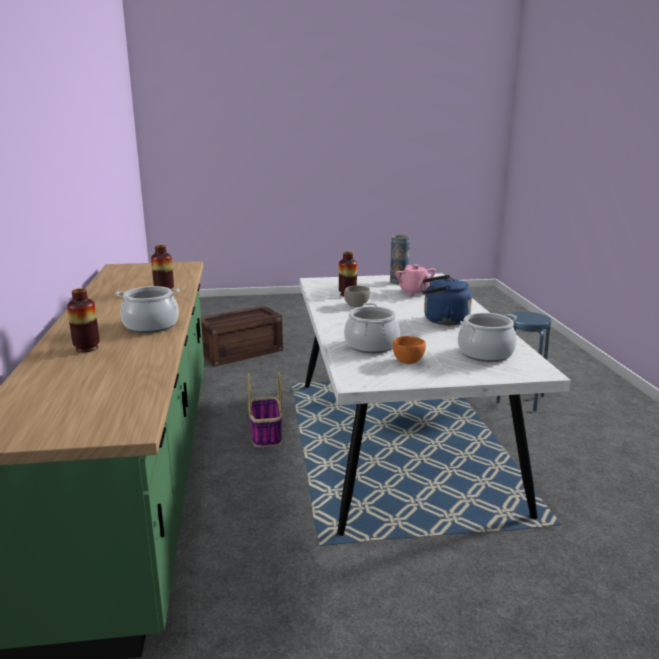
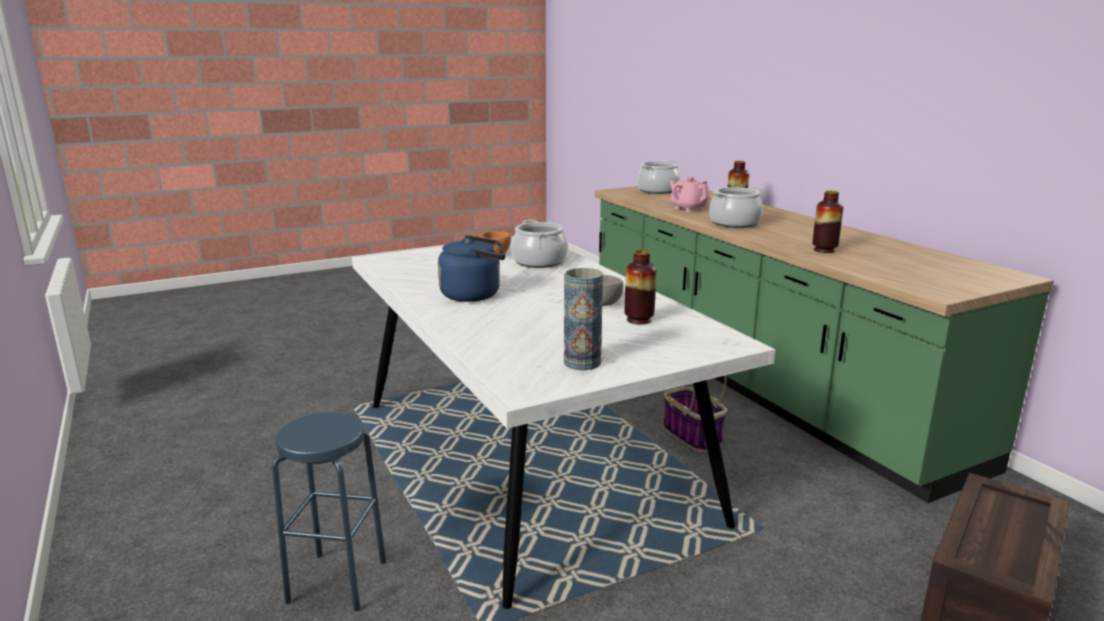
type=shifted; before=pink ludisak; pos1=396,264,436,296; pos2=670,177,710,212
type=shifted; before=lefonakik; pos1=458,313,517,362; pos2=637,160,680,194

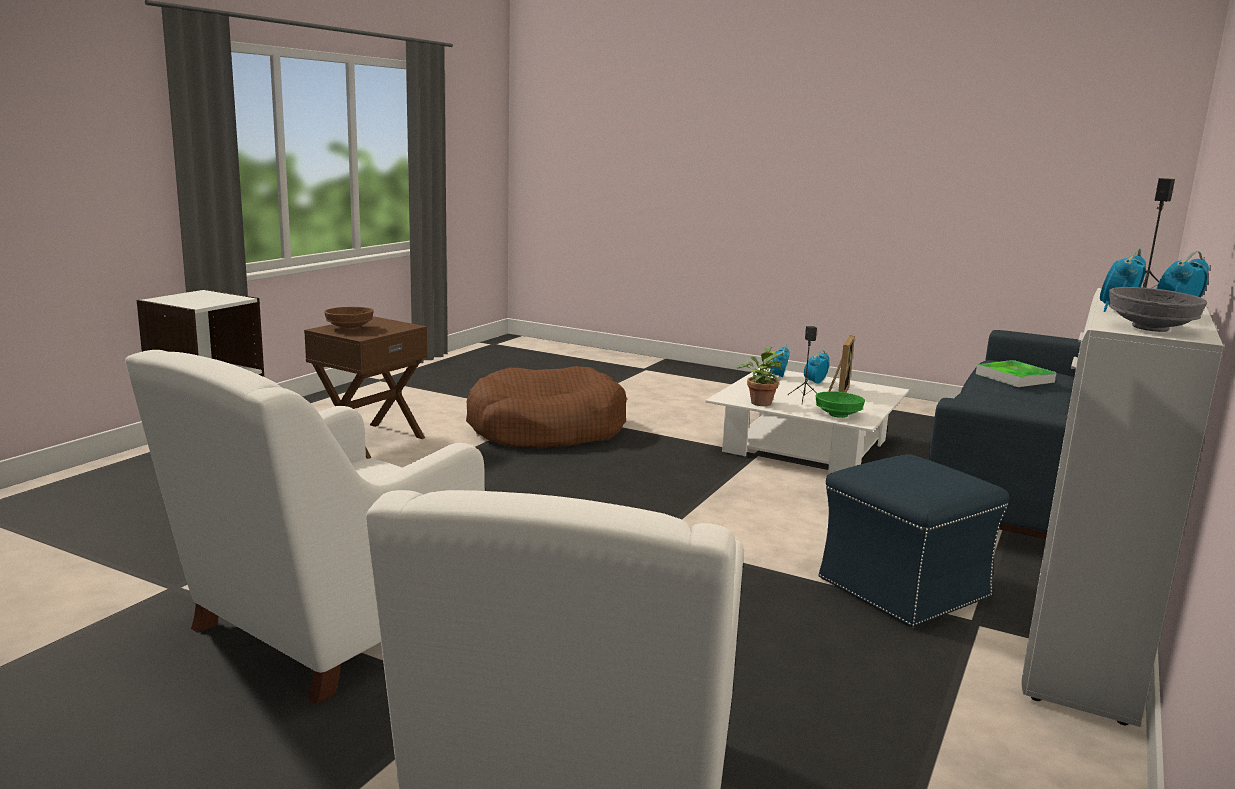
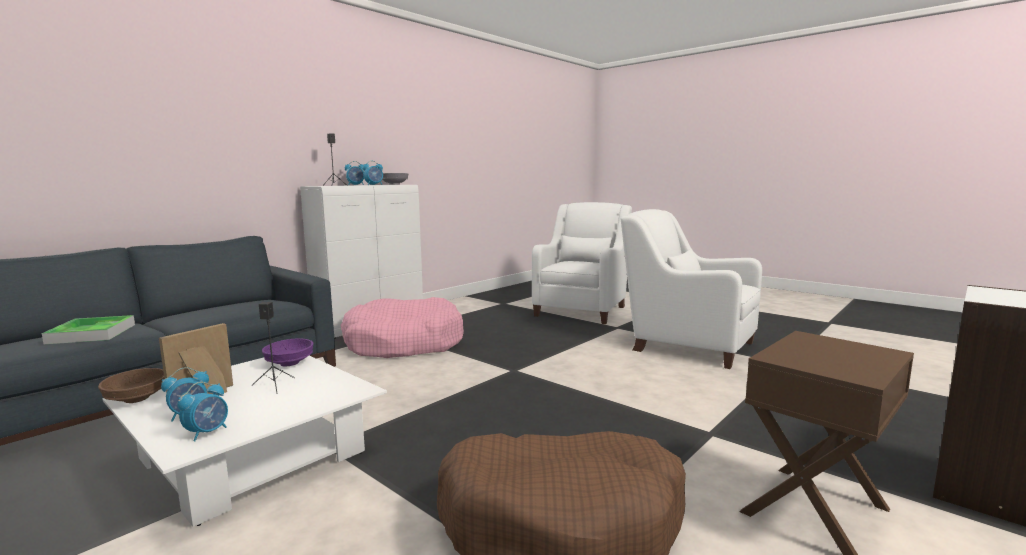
type=rotated; before=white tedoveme; pos1=125,350,485,704; pos2=621,209,762,369; turn=-105
type=shifted; before=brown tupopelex; pos1=324,307,374,330; pos2=98,368,164,403
type=gone; before=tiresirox; pos1=737,346,783,406
type=repainted; before=green tupopelex; after=purple tupopelex; pos1=815,391,865,418; pos2=262,339,313,366
type=swapped; before=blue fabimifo; after=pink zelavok; pos1=819,454,1009,628; pos2=341,297,464,358

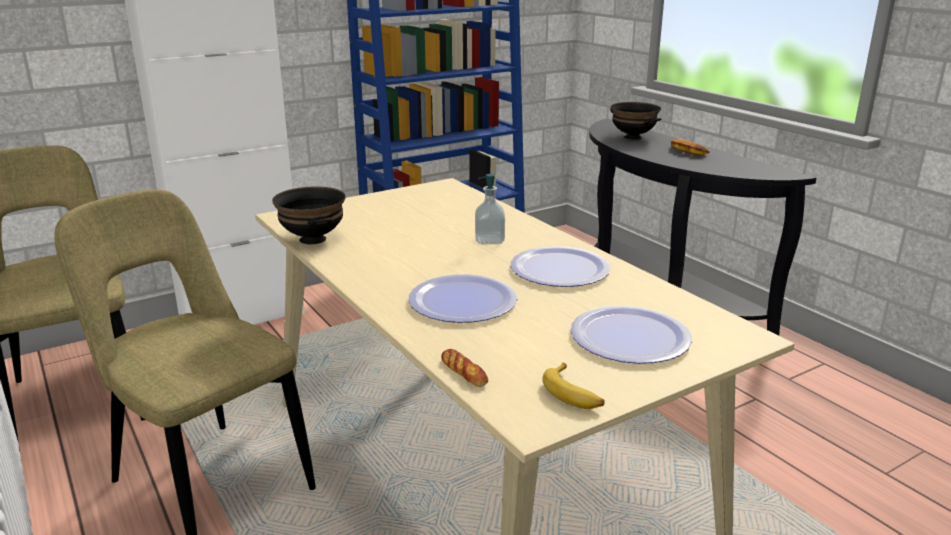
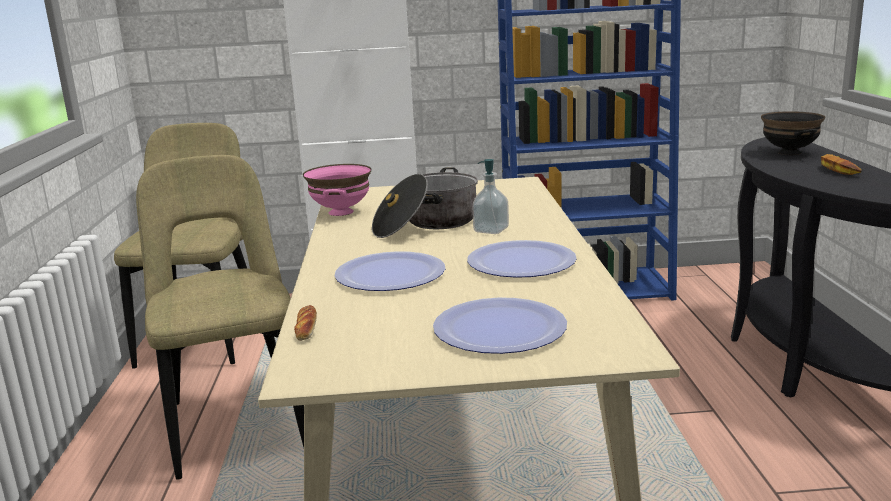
type=repainted; before=black tupopelex; after=pink tupopelex; pos1=272,186,346,244; pos2=303,164,371,216
type=gone; before=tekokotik; pos1=542,363,605,409
type=new; after=lefonakik; pos2=372,167,478,238

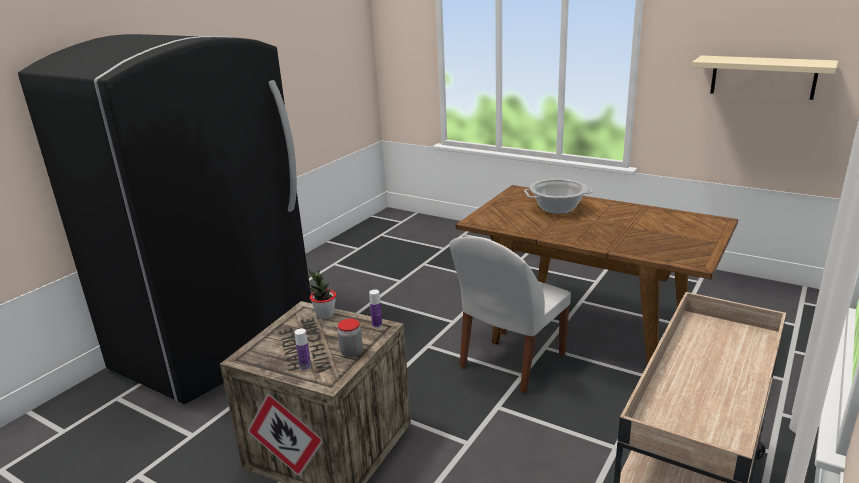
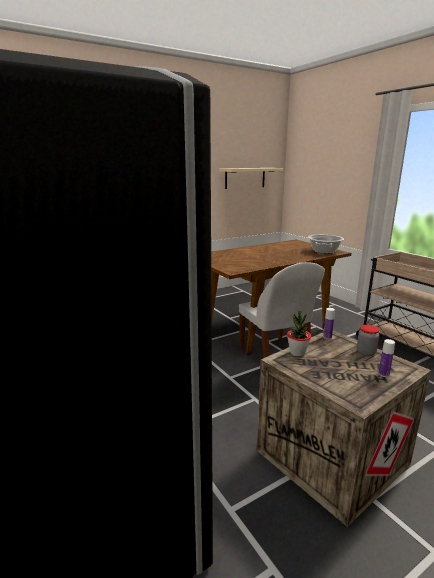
type=shifted; before=lefonakik; pos1=524,179,593,214; pos2=308,235,344,254

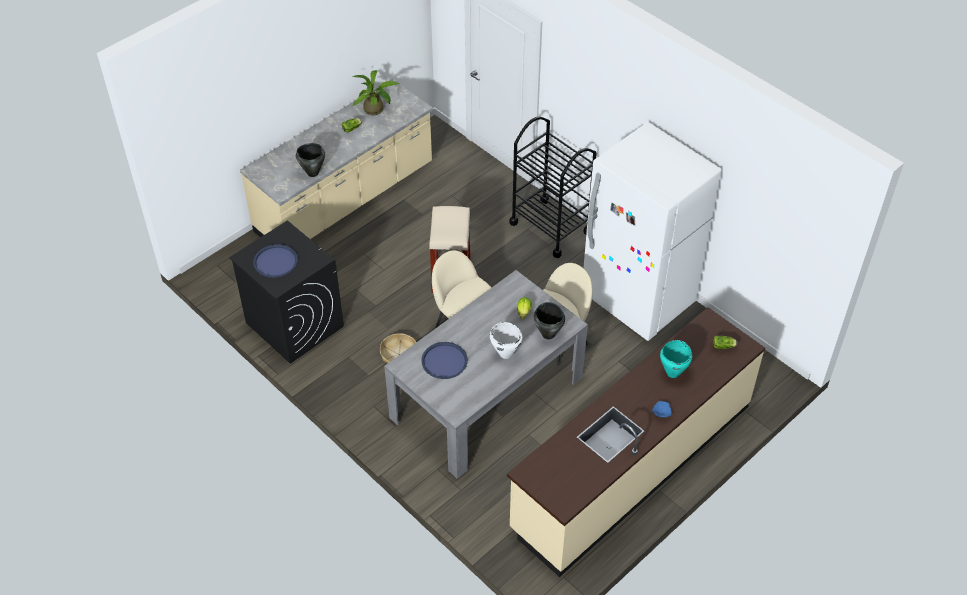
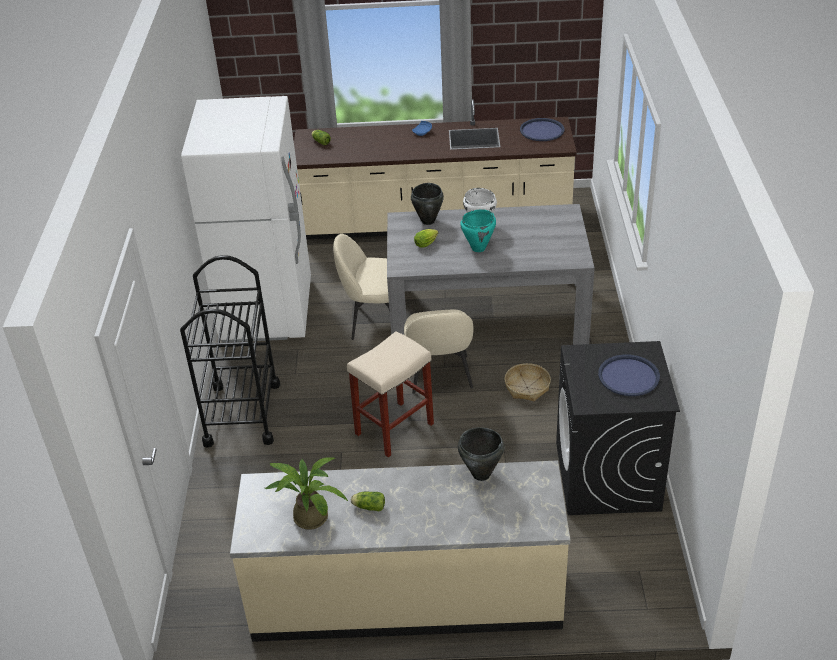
type=shifted; before=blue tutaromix; pos1=421,342,468,379; pos2=520,118,565,141
type=shifted; before=turquoise lefonakik; pos1=660,340,692,378; pos2=460,210,496,252

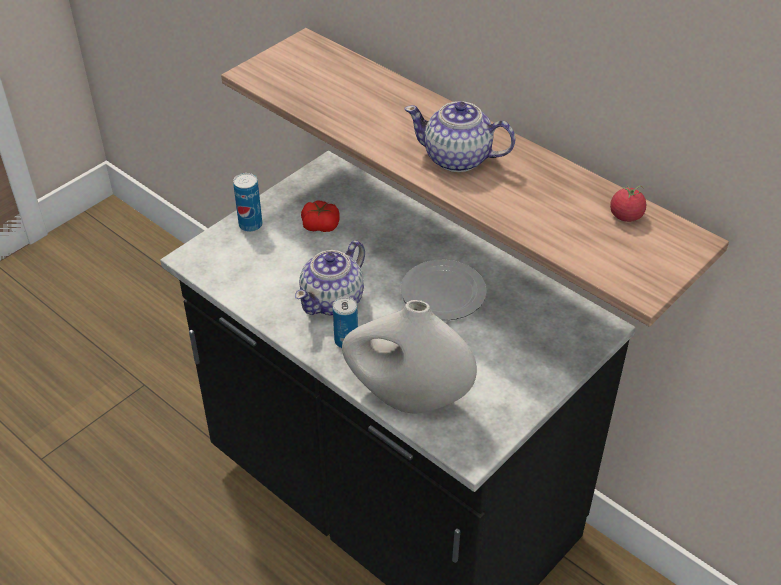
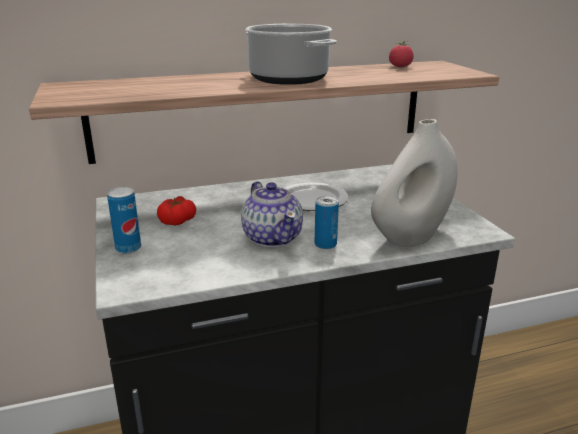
type=swapped; before=ludisak; after=lefonakik; pos1=404,101,516,172; pos2=245,24,337,85

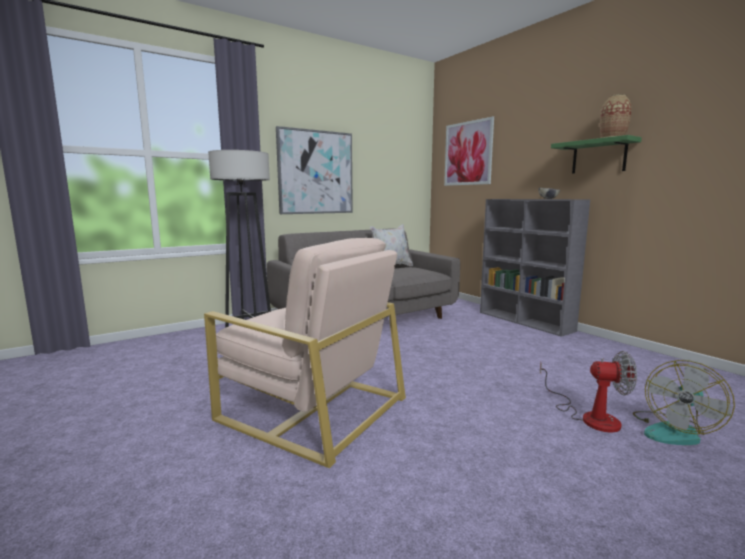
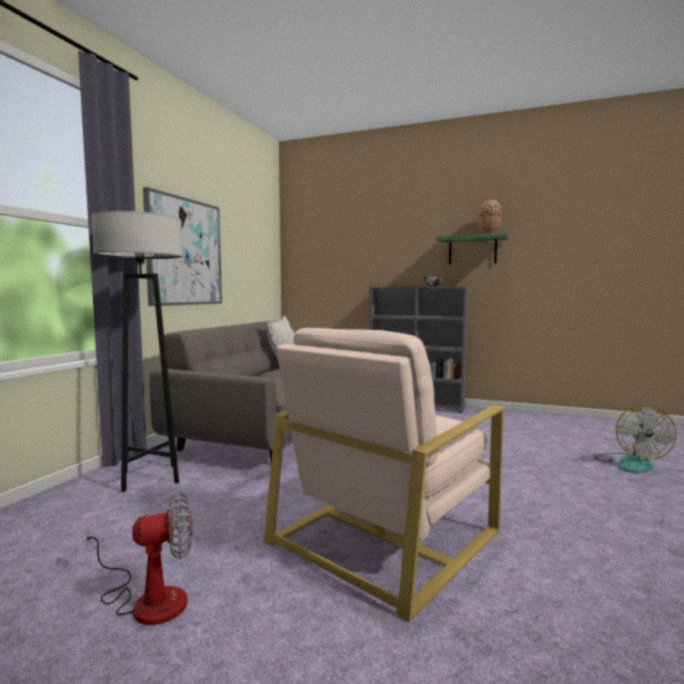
type=rotated; before=beige tedoveme; pos1=204,238,406,468; pos2=263,328,504,622; turn=135
type=gone; before=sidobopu; pos1=444,117,494,186
type=shifted; before=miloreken; pos1=540,351,637,433; pos2=85,492,192,625

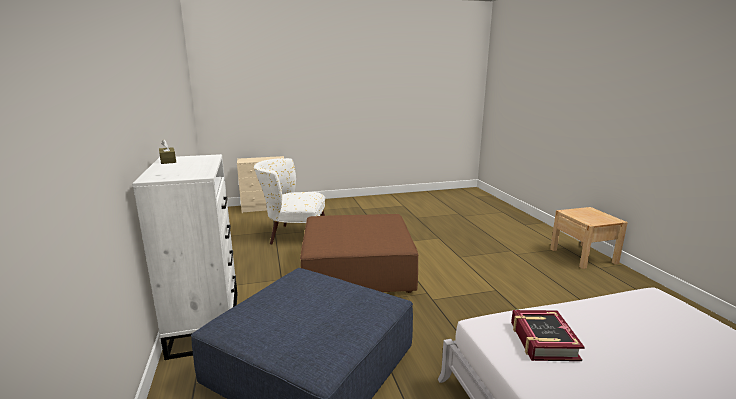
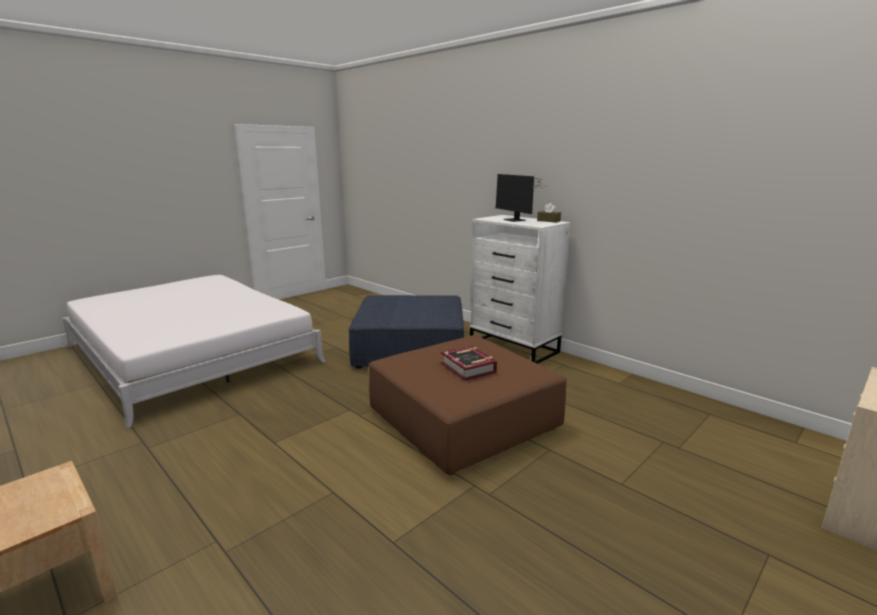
type=gone; before=white tedoveme; pos1=254,158,325,244
type=shifted; before=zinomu; pos1=511,310,585,361; pos2=441,346,497,381
type=new; after=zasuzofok; pos2=495,174,546,222

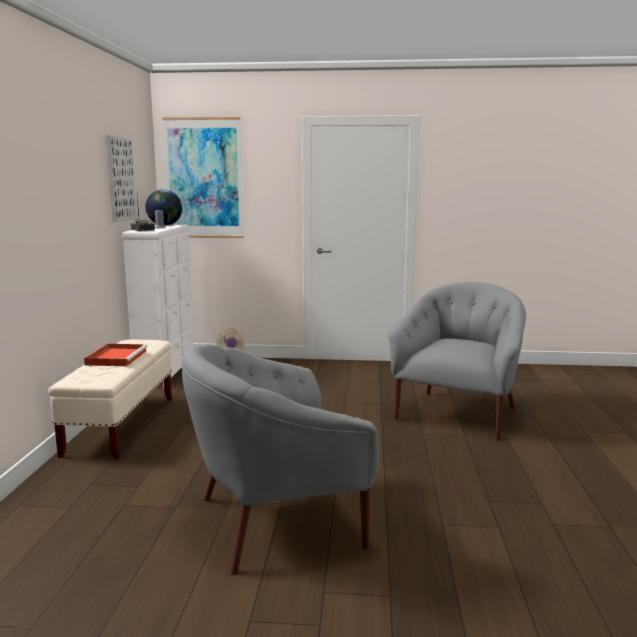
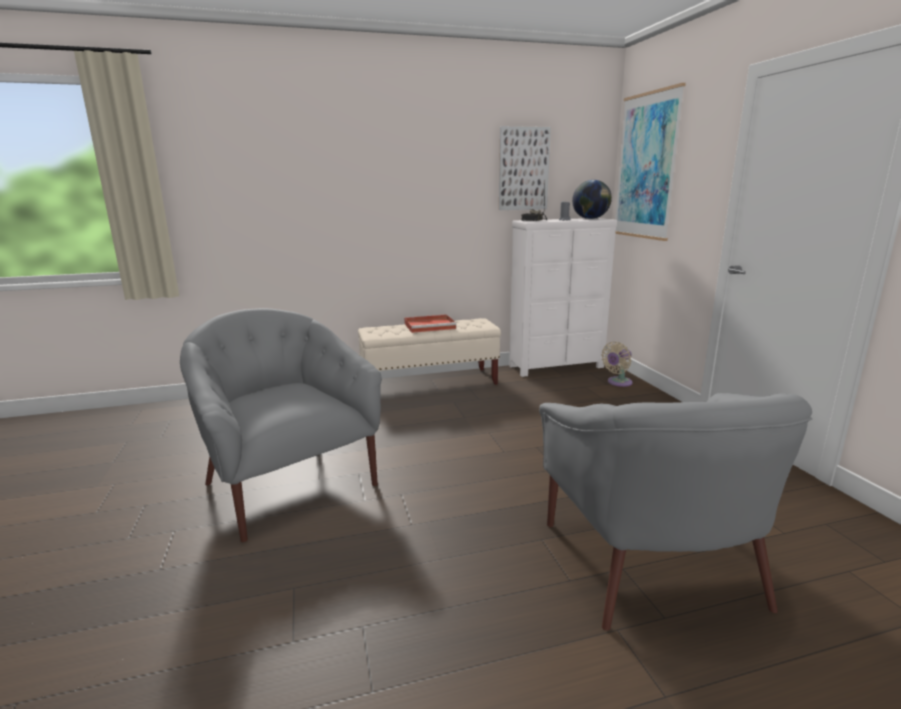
type=rotated; before=grey tedoveme; pos1=388,282,526,440; pos2=539,393,812,631; turn=75

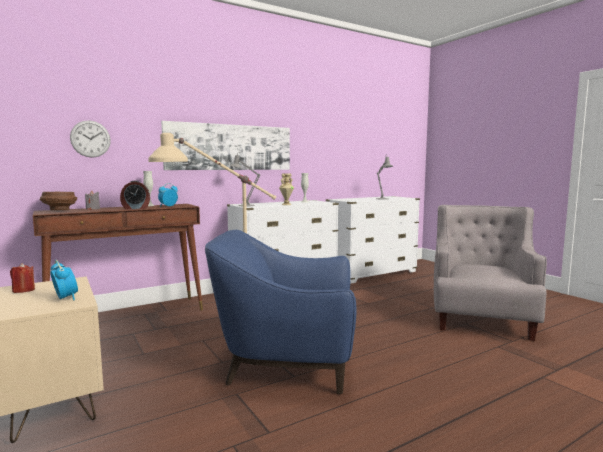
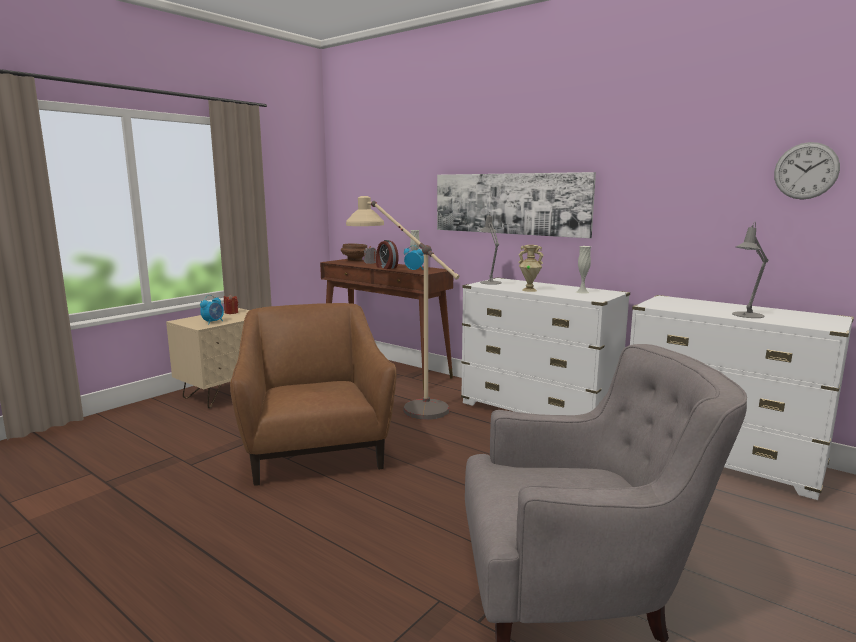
type=shifted; before=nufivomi; pos1=70,120,111,158; pos2=774,142,840,200
type=repainted; before=blue tedoveme; after=brown tedoveme; pos1=205,230,356,394; pos2=230,303,397,486

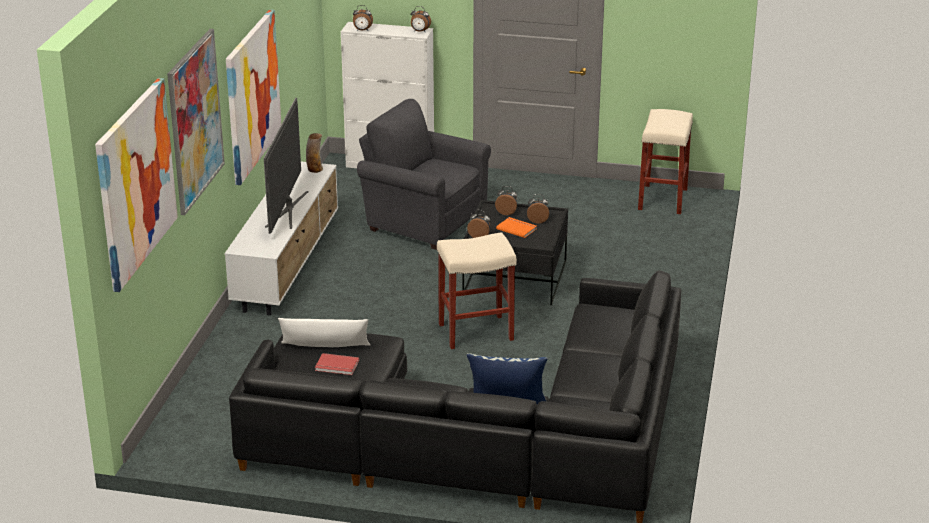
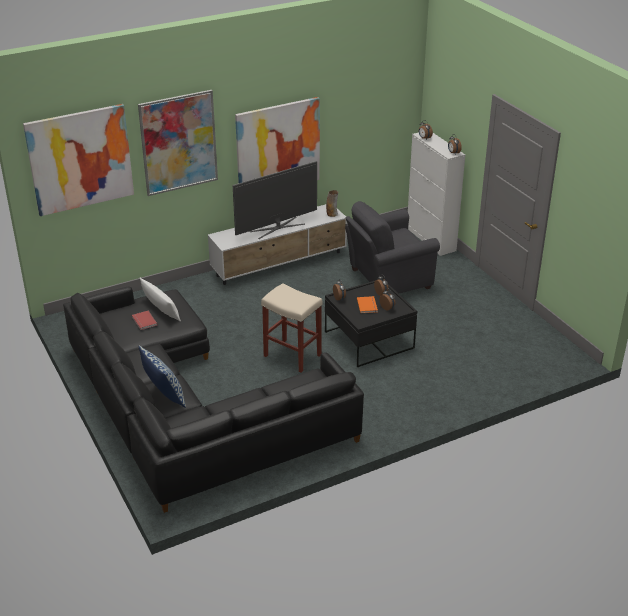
type=rotated; before=grey tedoveme; pos1=357,99,491,250; pos2=345,201,440,293; turn=-105
type=gone; before=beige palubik; pos1=638,109,693,214

